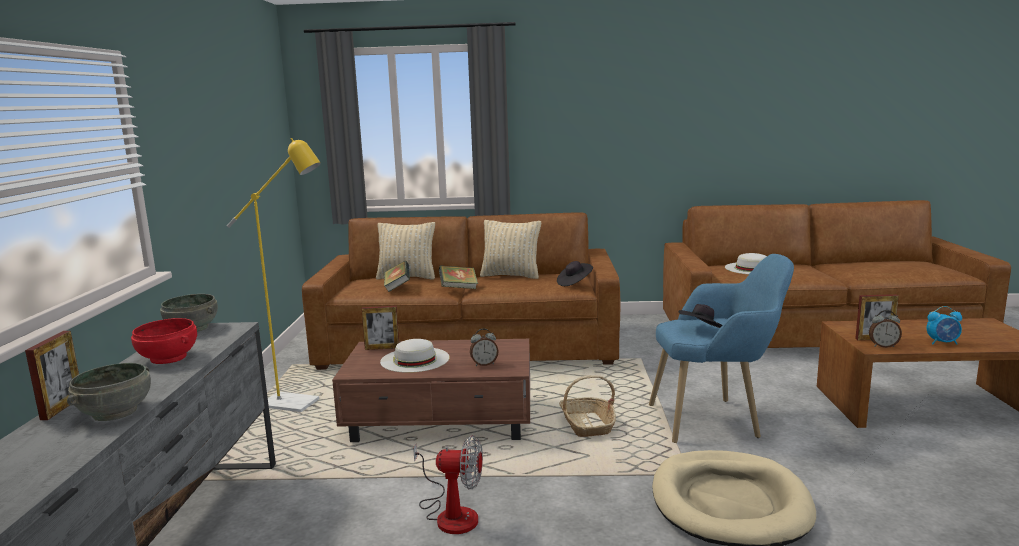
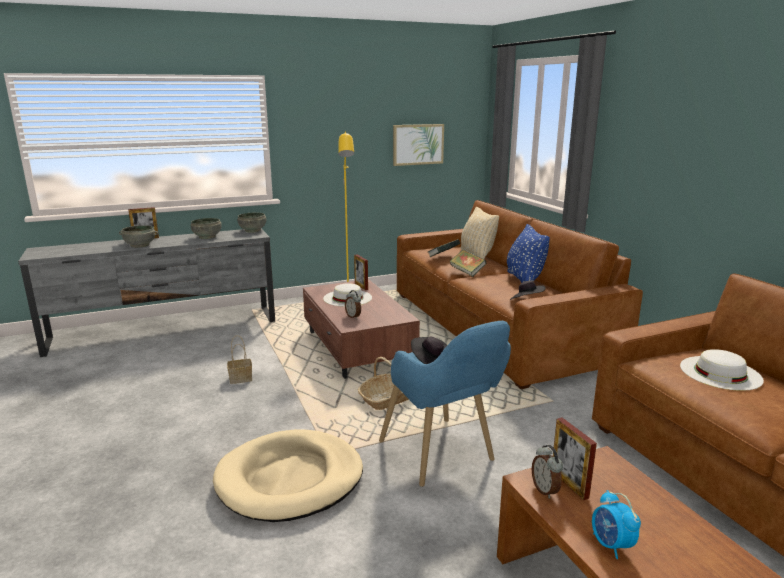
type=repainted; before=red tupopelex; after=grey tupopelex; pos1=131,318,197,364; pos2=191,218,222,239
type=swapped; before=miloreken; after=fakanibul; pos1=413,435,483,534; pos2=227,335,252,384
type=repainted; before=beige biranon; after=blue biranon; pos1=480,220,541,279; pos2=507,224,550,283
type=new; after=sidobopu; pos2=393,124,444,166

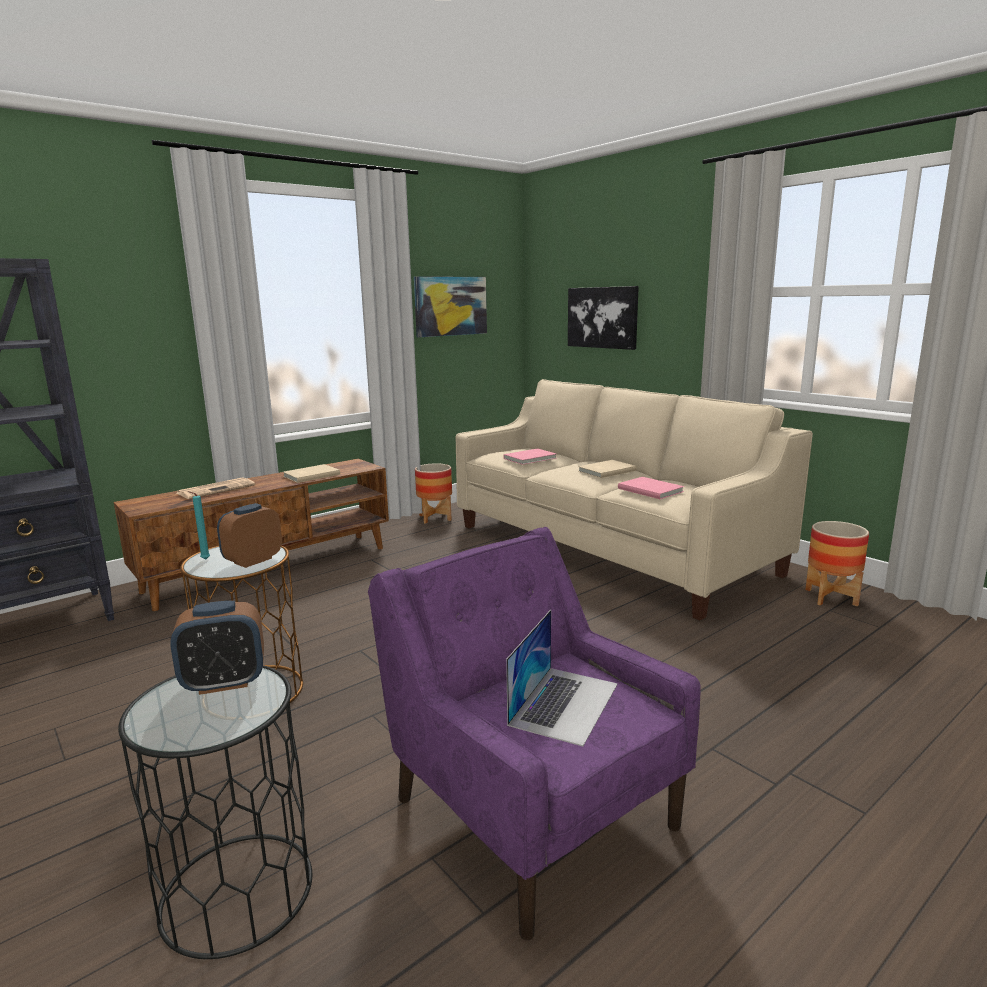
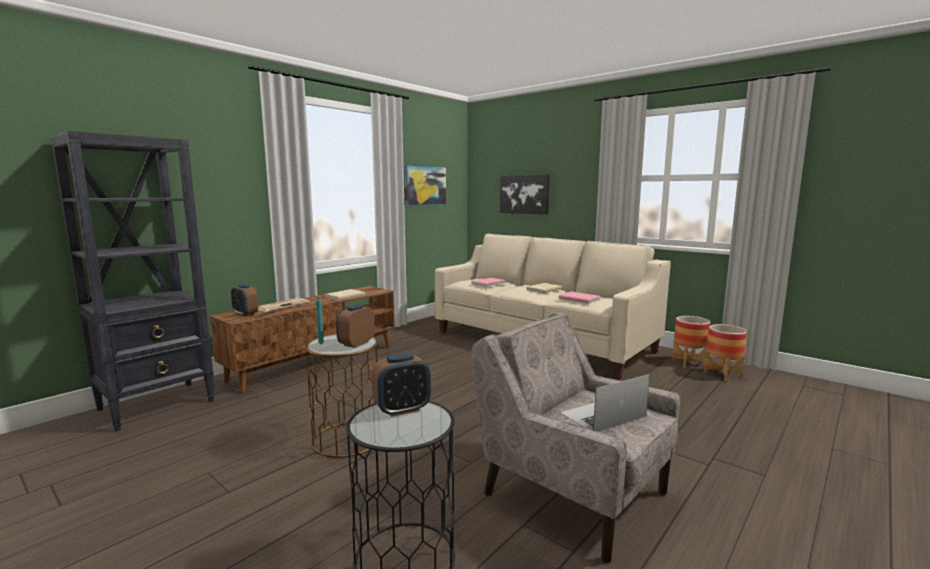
type=repainted; before=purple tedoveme; after=beige tedoveme; pos1=368,527,700,941; pos2=471,312,681,563
type=shifted; before=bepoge; pos1=415,463,452,524; pos2=704,324,747,382
type=rotated; before=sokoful; pos1=506,610,618,746; pos2=560,374,650,432; turn=-135
type=new; after=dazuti; pos2=231,284,258,317

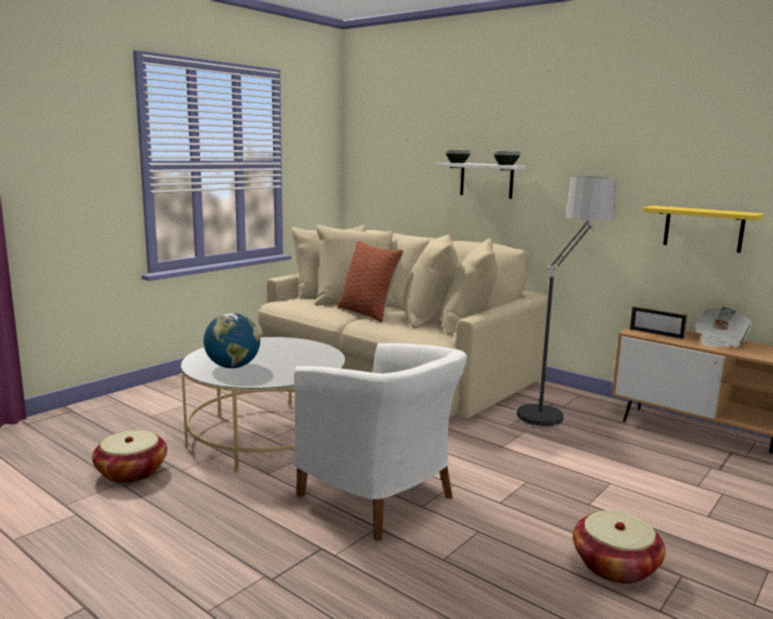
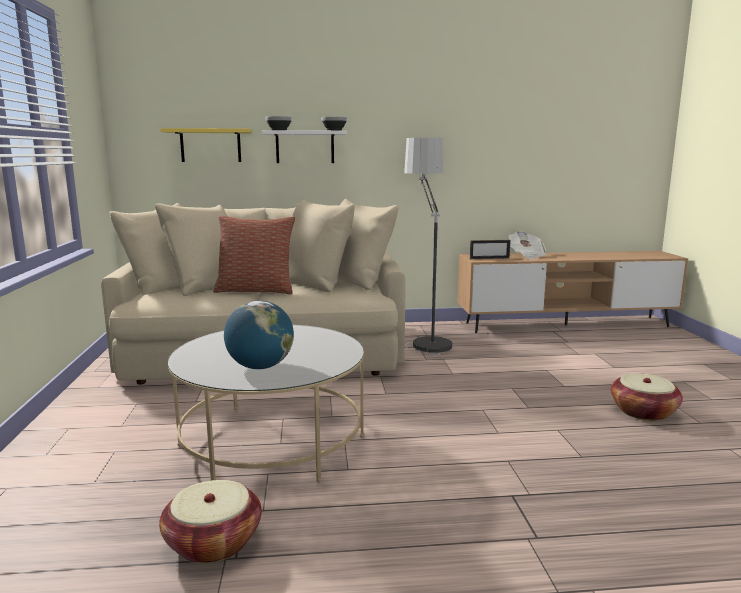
type=gone; before=white tedoveme; pos1=294,343,467,540
type=shifted; before=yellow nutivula; pos1=642,206,764,253; pos2=161,128,252,162

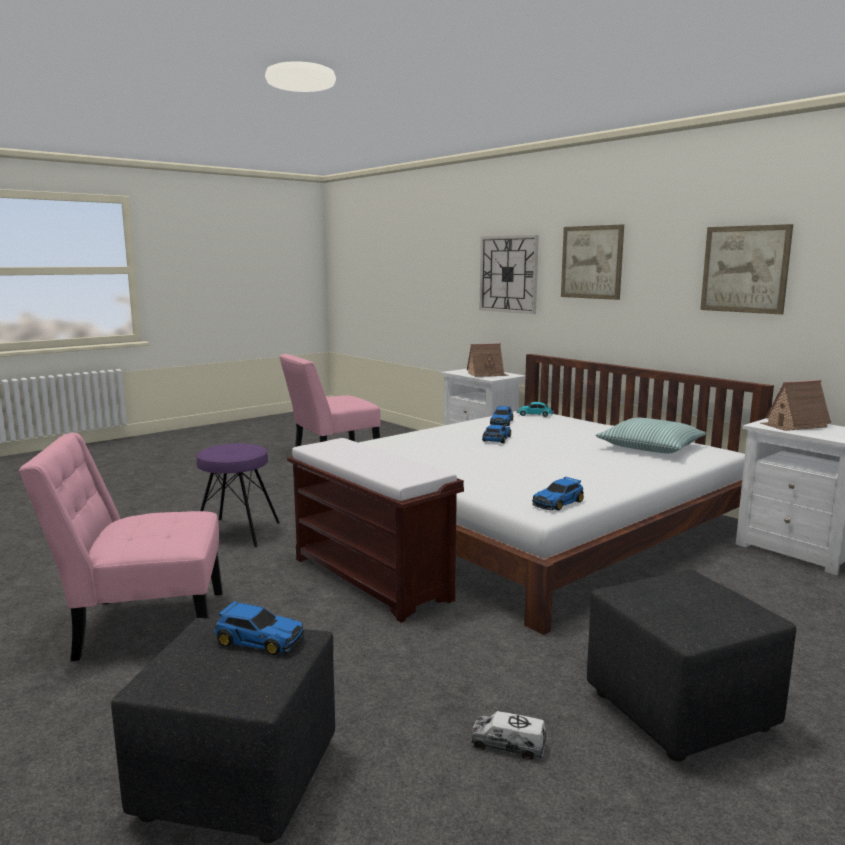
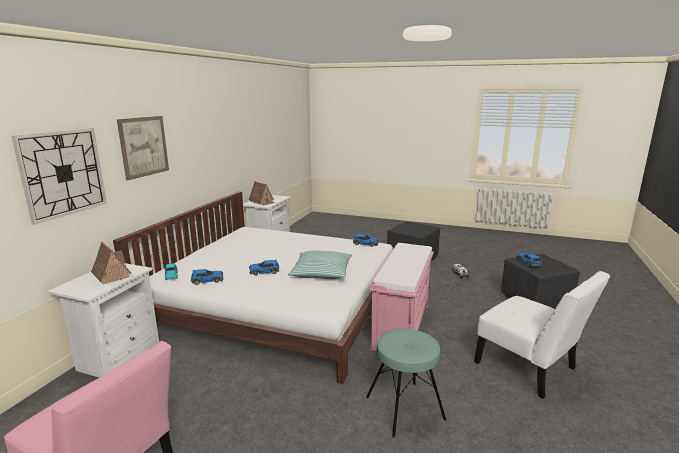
type=repainted; before=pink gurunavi; after=white gurunavi; pos1=19,433,223,661; pos2=474,271,610,399
type=repainted; before=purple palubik; after=turquoise palubik; pos1=197,443,280,547; pos2=366,329,446,438
type=repainted; before=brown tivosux; after=pink tivosux; pos1=287,438,464,623; pos2=369,243,434,351
type=shifted; before=biranon; pos1=595,418,707,453; pos2=288,251,352,279
type=gone; before=sidobopu; pos1=700,224,793,315

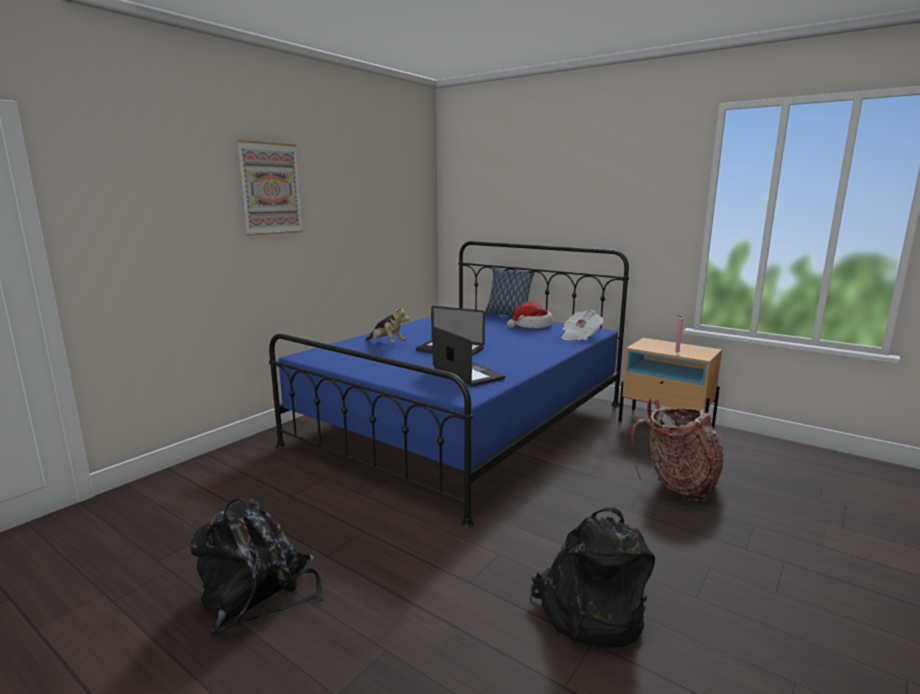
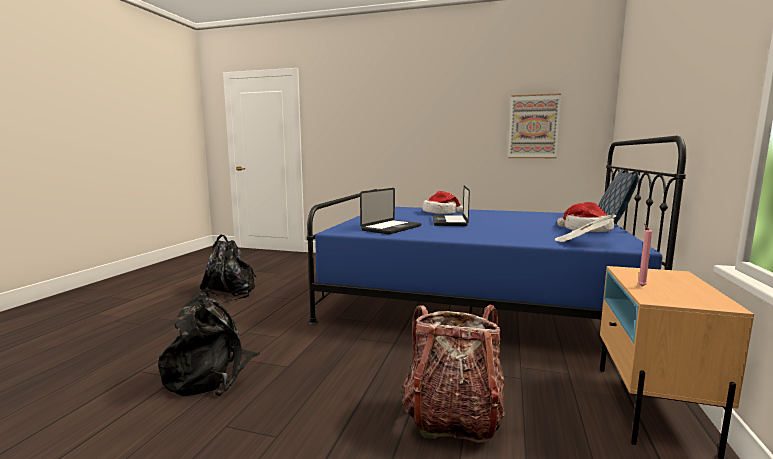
type=shifted; before=sidobopu; pos1=237,140,303,236; pos2=508,93,561,158
type=swapped; before=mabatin; after=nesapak; pos1=366,306,409,343; pos2=422,191,463,214

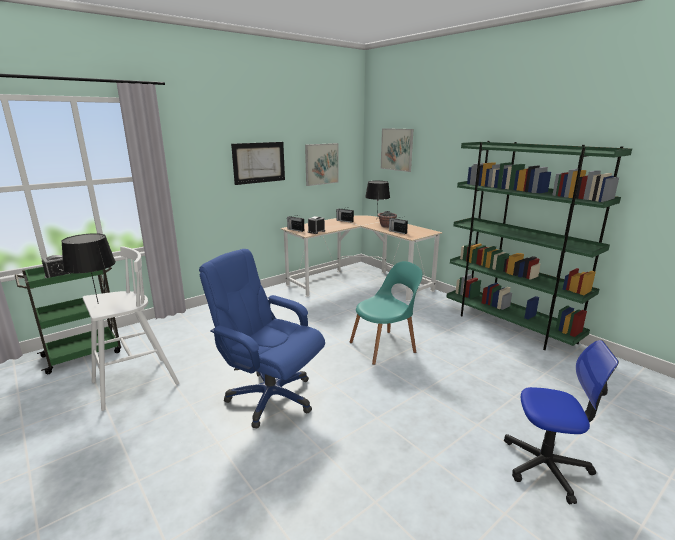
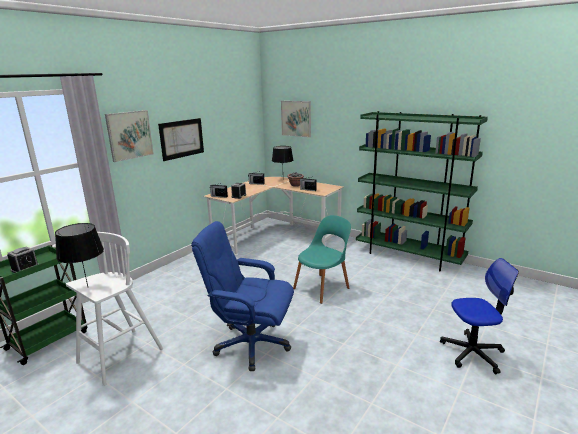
type=shifted; before=sidobopu; pos1=305,143,338,186; pos2=105,110,154,162

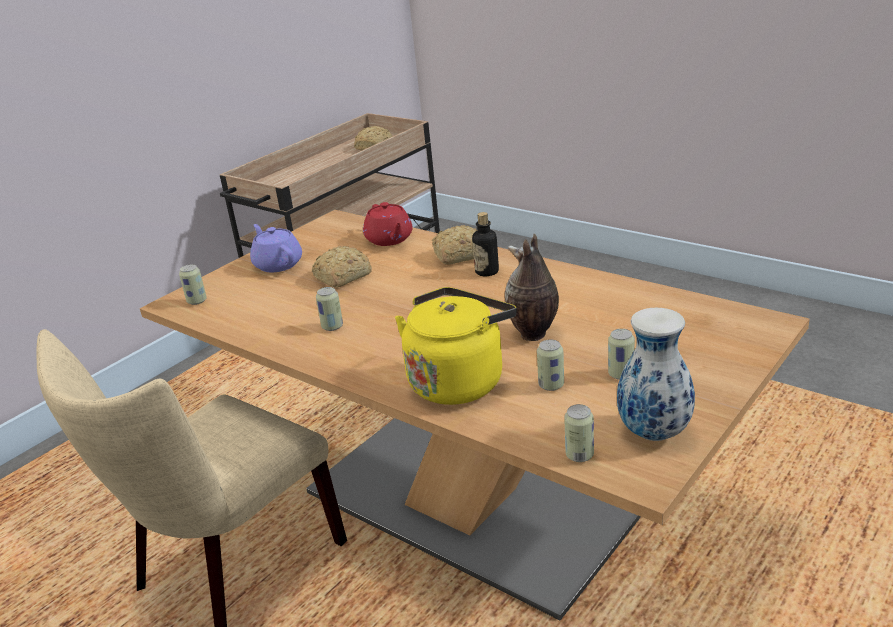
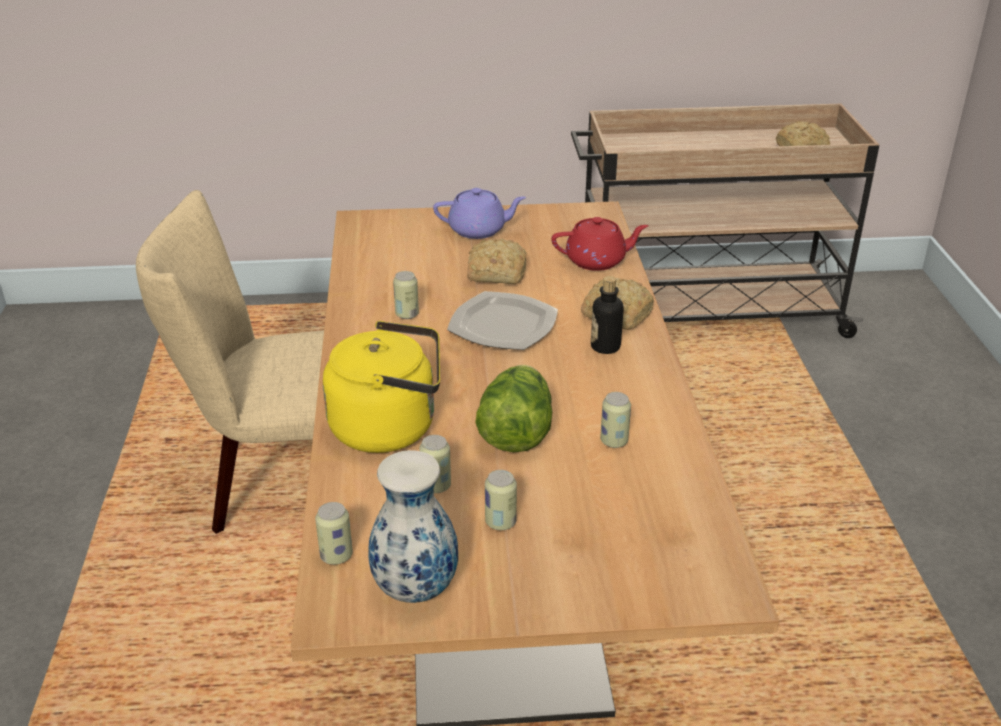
type=shifted; before=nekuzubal; pos1=179,264,207,305; pos2=600,392,631,448
type=rotated; before=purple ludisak; pos1=250,224,302,272; pos2=433,188,526,239; turn=75
type=rotated; before=red ludisak; pos1=363,202,412,246; pos2=551,217,649,271; turn=-120
type=swapped; before=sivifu; after=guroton; pos1=505,233,559,341; pos2=475,365,552,452
type=new; after=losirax; pos2=447,291,558,350

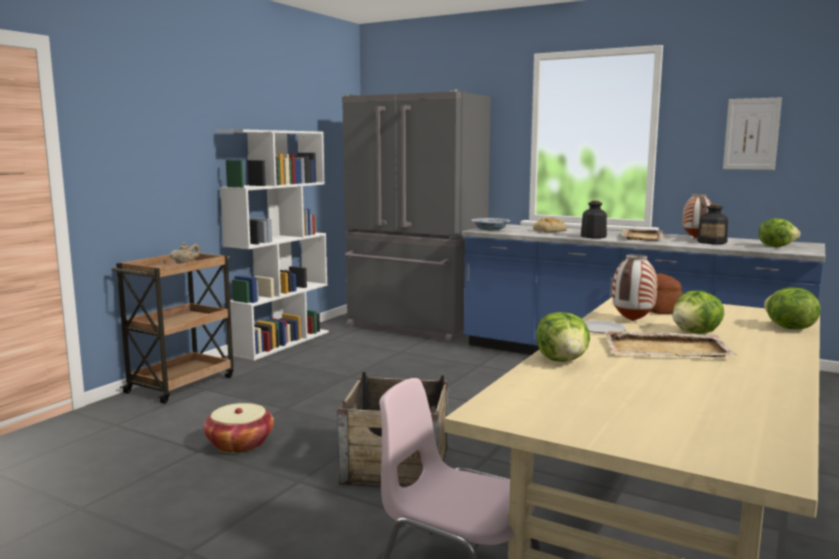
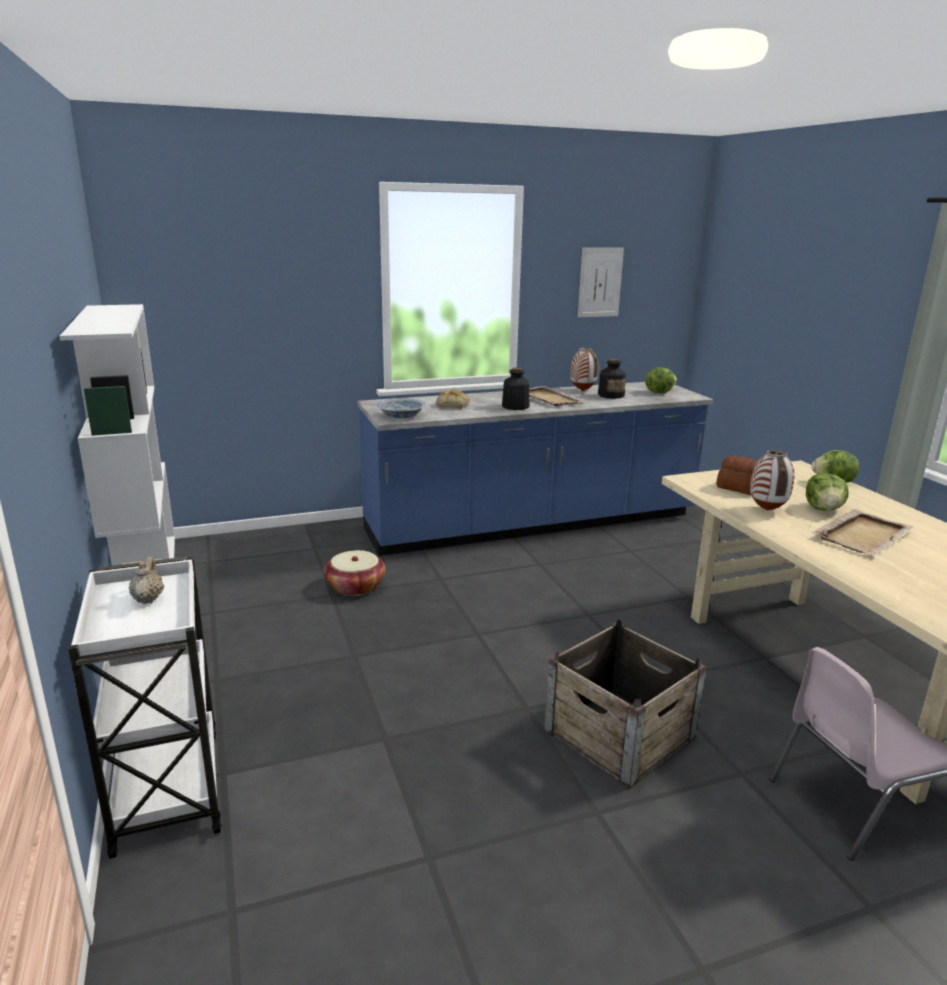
type=repainted; before=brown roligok; after=white roligok; pos1=111,252,234,404; pos2=68,557,222,859
type=shifted; before=fakanibul; pos1=203,403,274,453; pos2=324,550,386,596
type=gone; before=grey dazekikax; pos1=342,90,491,342
type=gone; before=guroton; pos1=536,312,590,362
type=gone; before=losirax; pos1=584,320,626,333

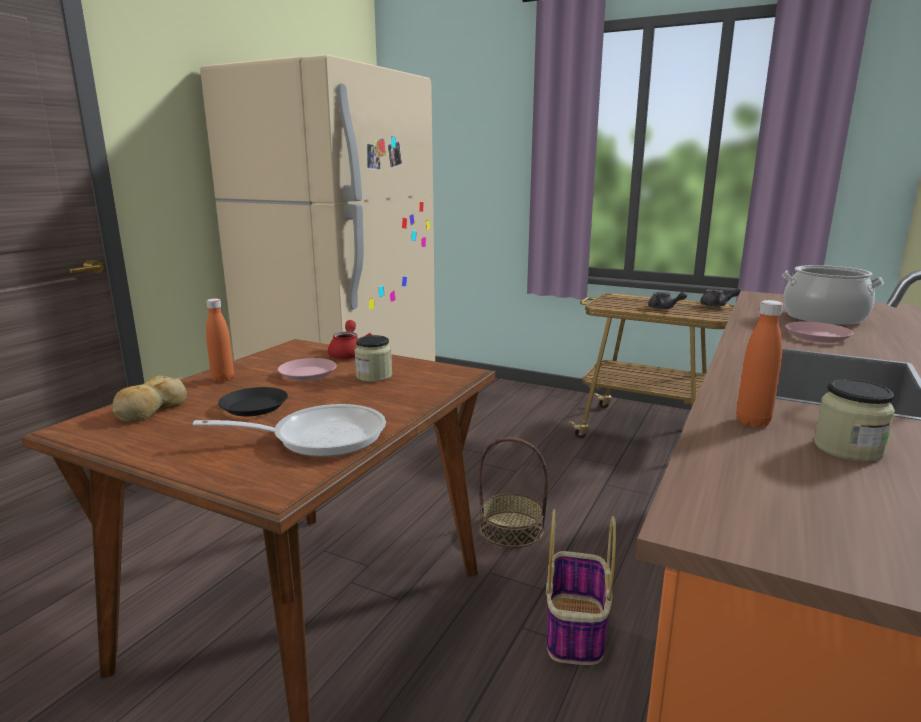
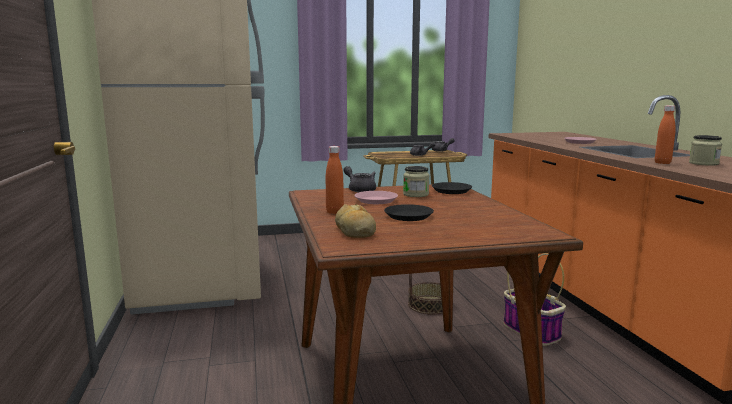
type=gone; before=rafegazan; pos1=193,404,386,457
type=repainted; before=red ludisak; after=grey ludisak; pos1=328,320,372,359; pos2=344,166,376,192
type=gone; before=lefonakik; pos1=782,265,884,325
type=new; after=black losirax; pos2=432,182,472,194

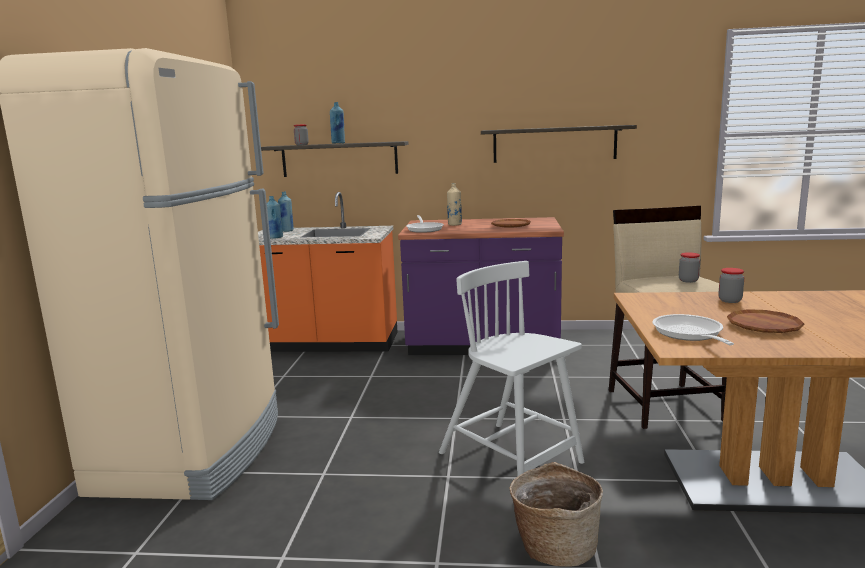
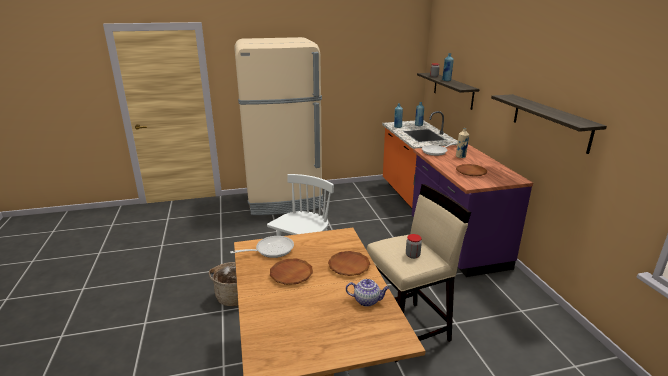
type=swapped; before=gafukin; after=brown losirax; pos1=718,268,744,303; pos2=328,251,370,276
type=new; after=ludisak; pos2=346,279,389,307

